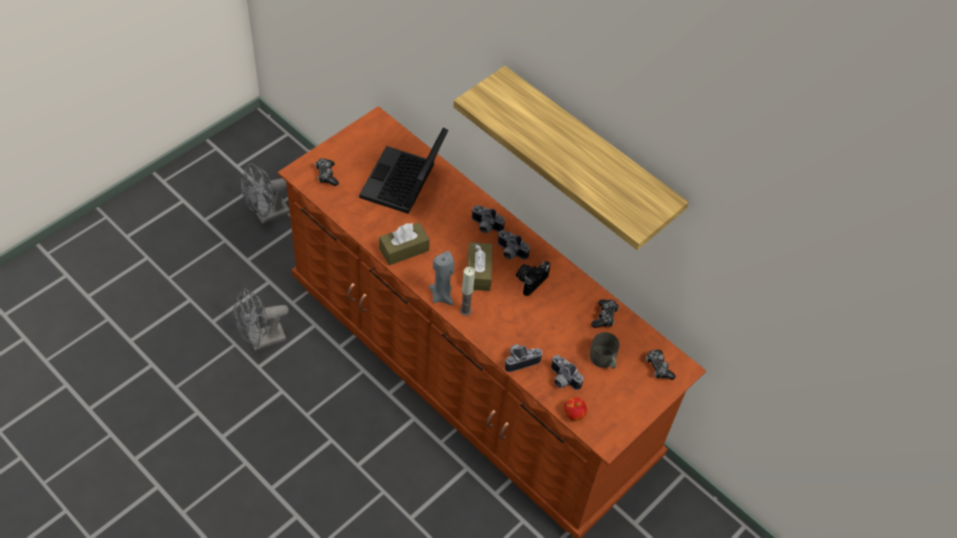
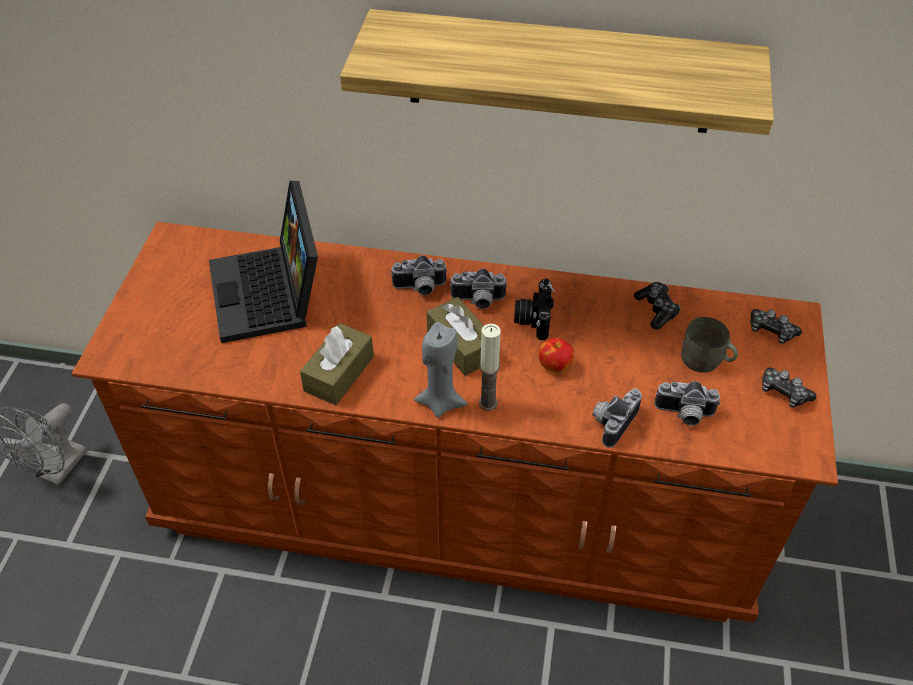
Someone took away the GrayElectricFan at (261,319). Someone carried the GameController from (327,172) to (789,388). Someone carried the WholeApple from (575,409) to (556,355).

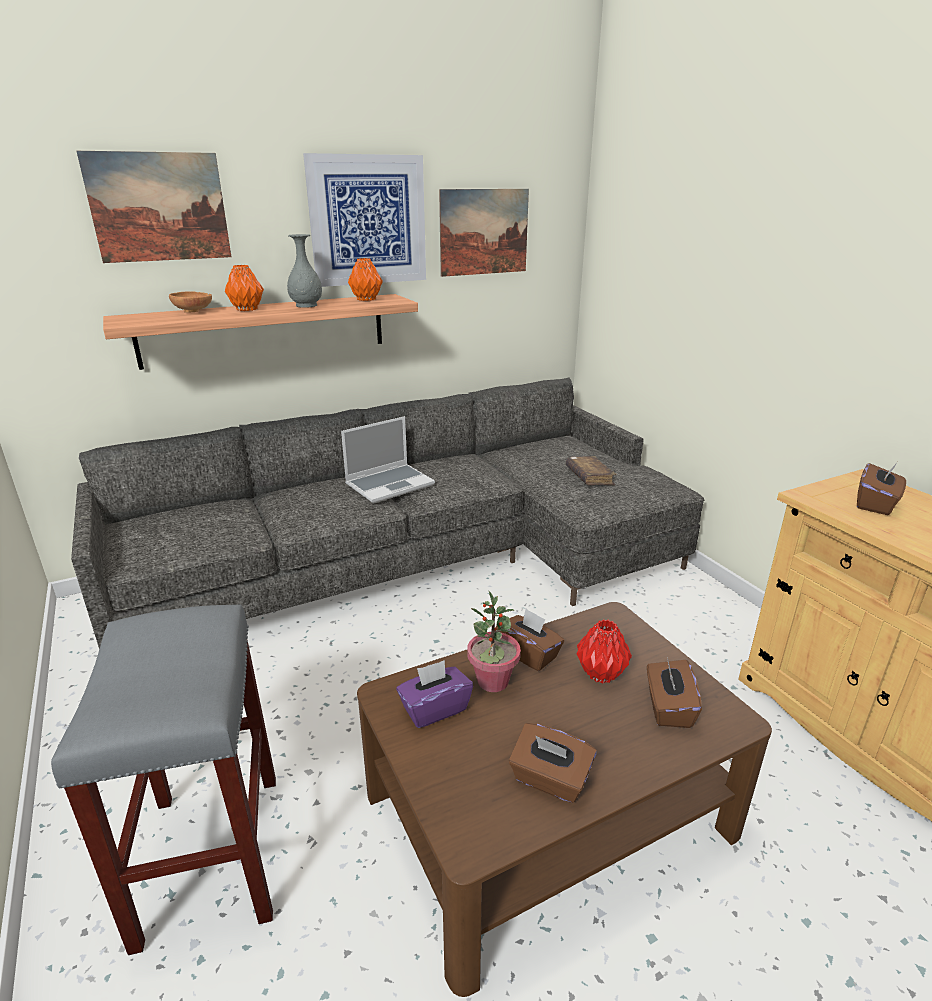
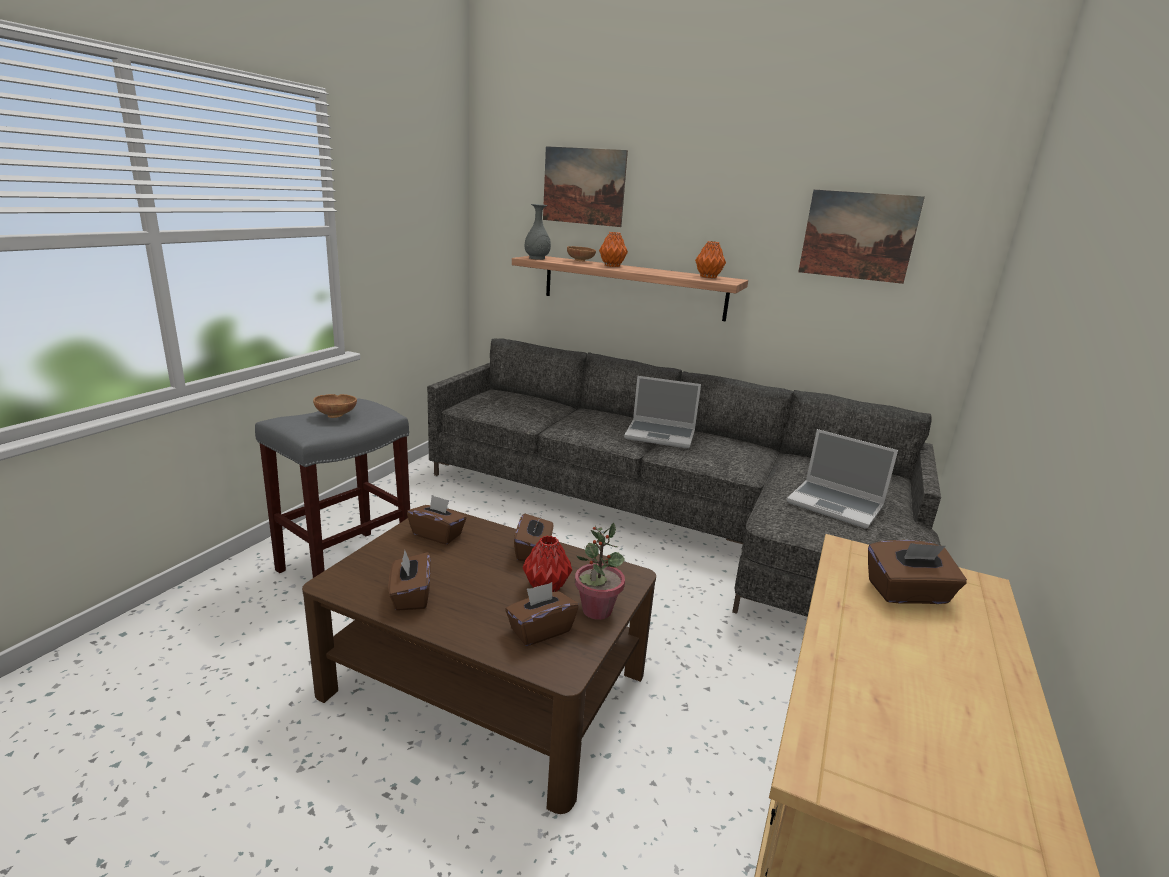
Someone took away the Picture at (364,220). Someone put down the BrownishBowl at (335,406). Someone carried the GrayDecorativeVase from (304,271) to (537,232). Someone carried the Houseplant from (494,641) to (600,571). Someone swapped the BrownishVolume at (591,470) for the Laptop at (842,478). Someone repainted the PurpleColouredTissueHolder at (434,694), which became the BrownishTissueHolder at (437,520).

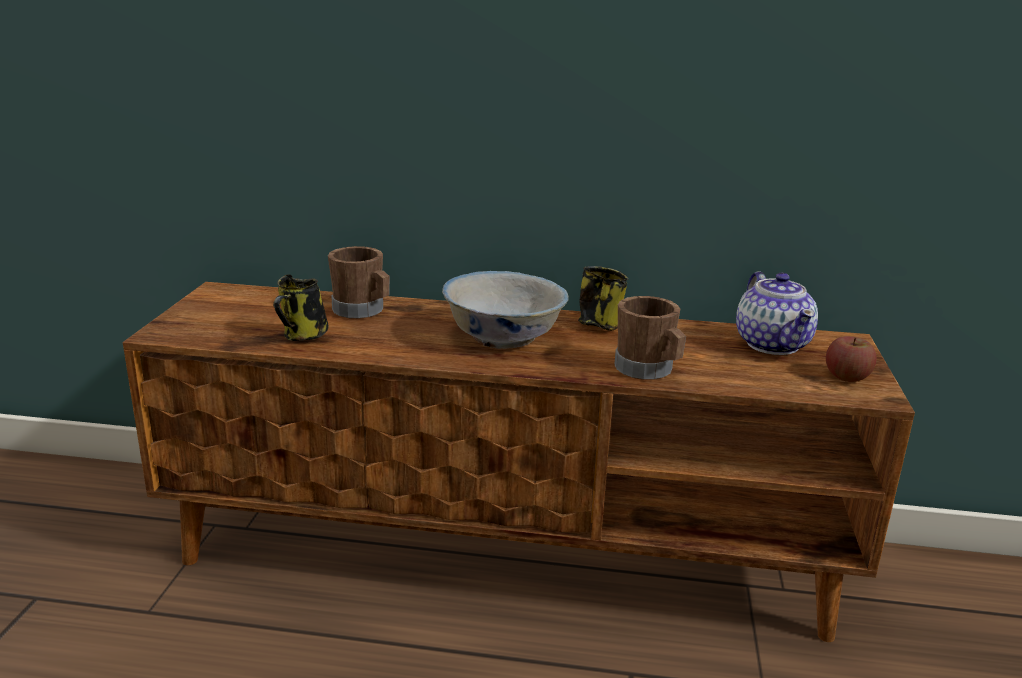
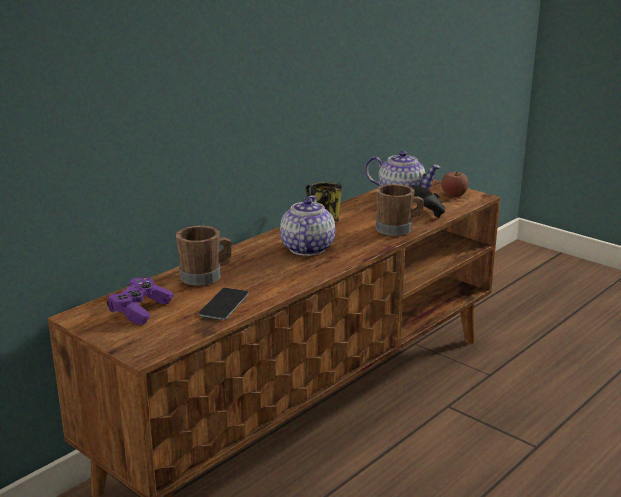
Someone put down the PurpleColouredGameController at (140,301). Someone put down the BlackishGameController at (428,201). Someone swapped the CoffeeMug at (301,307) for the Handset at (223,304). Someone swapped the WhitishBowl at (505,310) for the Teapot at (307,225).

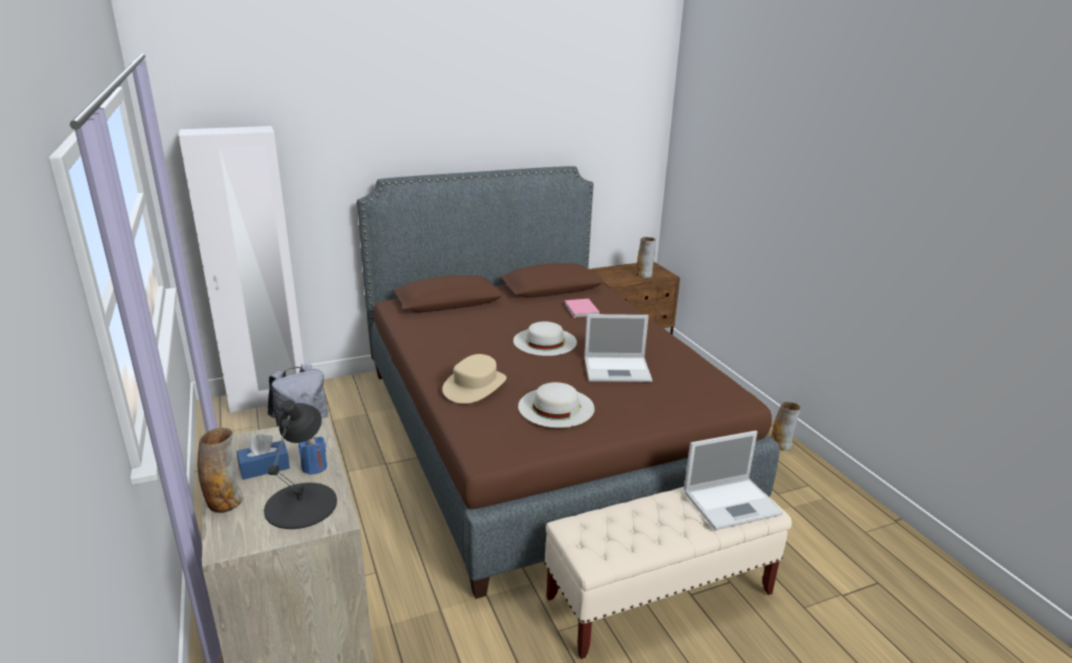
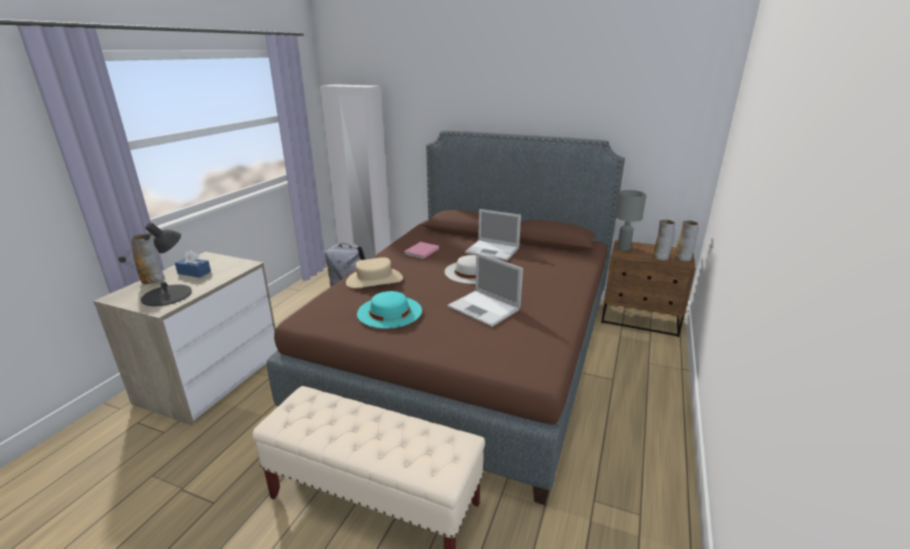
Someone took away the BlueWaxCandle at (313,456). Someone put down the GrayTableLamp at (631,220). Someone carried the PinkColouredVolume from (582,308) to (421,250). Someone carried the Laptop from (733,480) to (493,235). Someone carried the DecorativeVase from (785,426) to (686,240). Someone repainted the WhitishHat at (556,405), which became the TurquoiseColouredHat at (389,310).

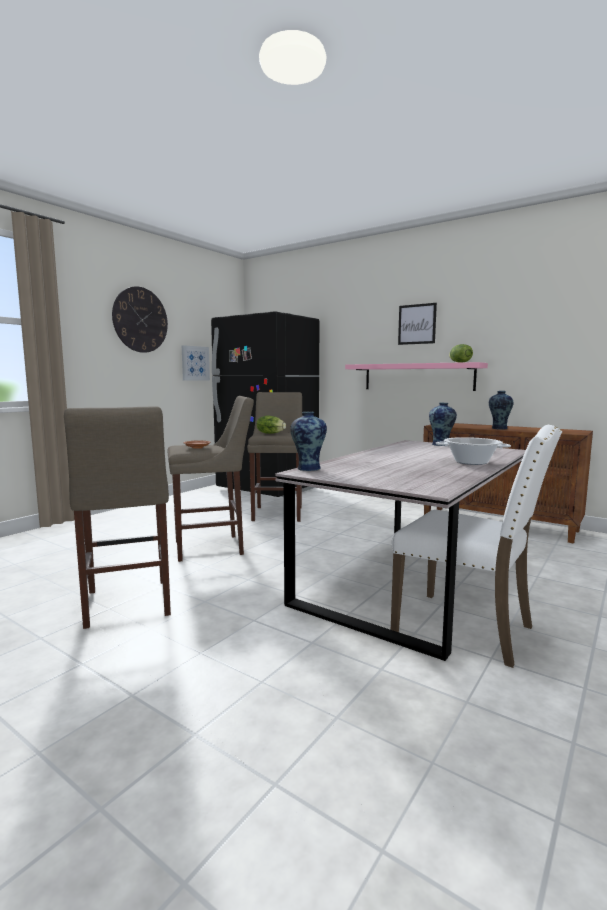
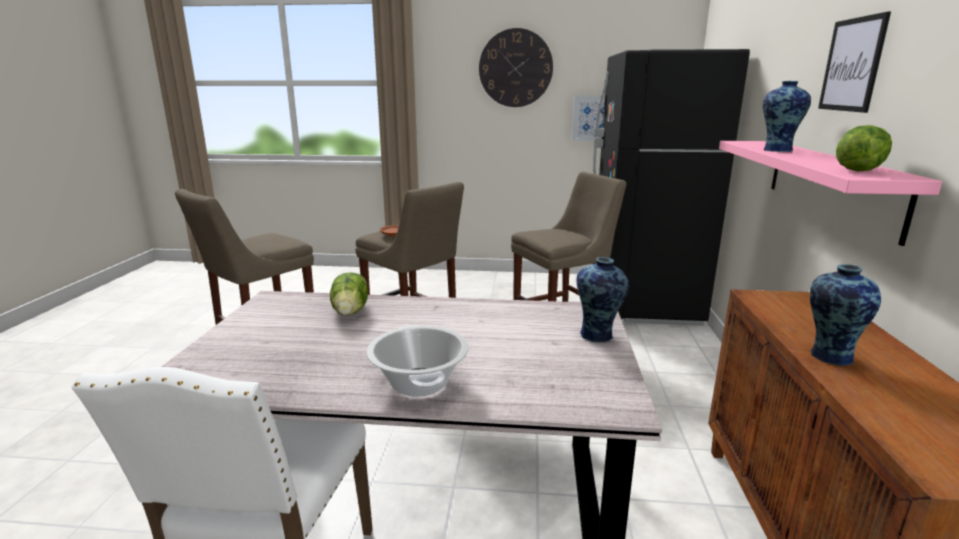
Someone carried the HeadOfLettuce from (271,425) to (349,294). Someone carried the DecorativeVase from (308,441) to (787,116).

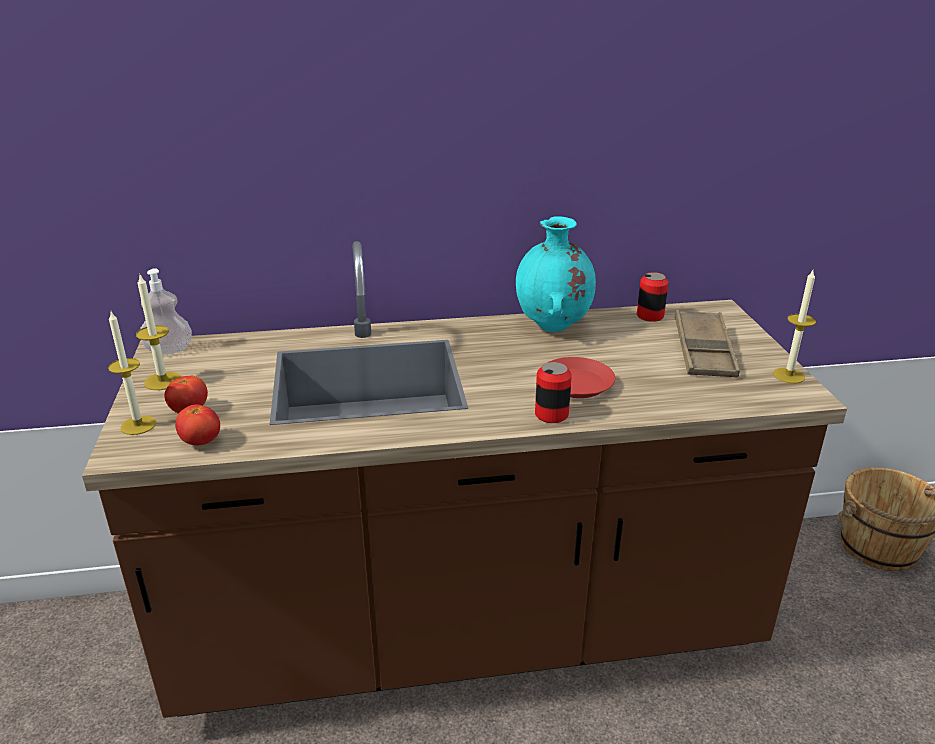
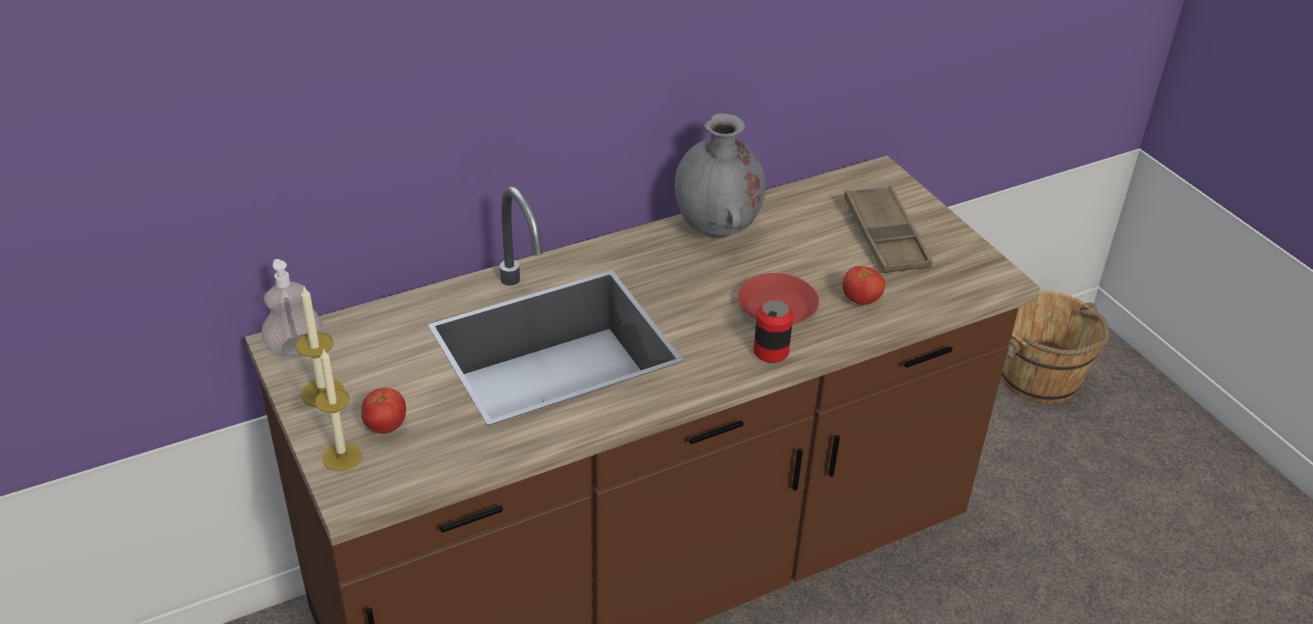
Someone took away the SealedCan at (653,297). Someone took away the WaxCandle at (794,327). Someone carried the FreshTomato from (197,425) to (864,285). Someone repainted the TurquoiseColouredDecorativeVase at (556,274), which became the GrayDecorativeVase at (720,176).

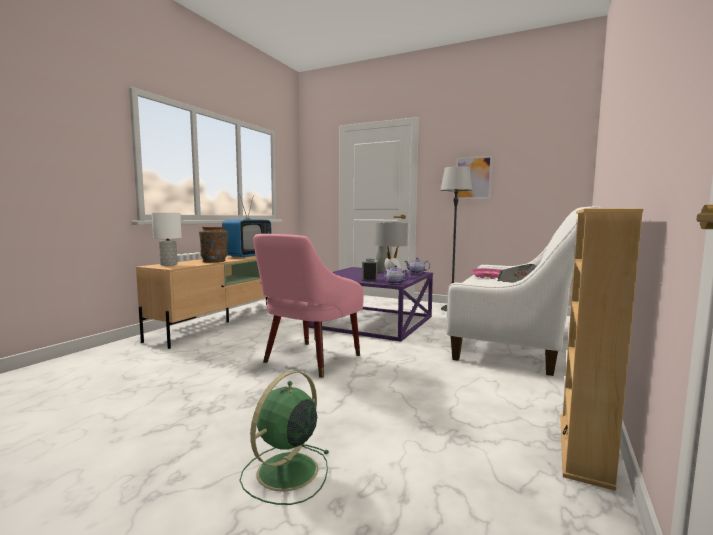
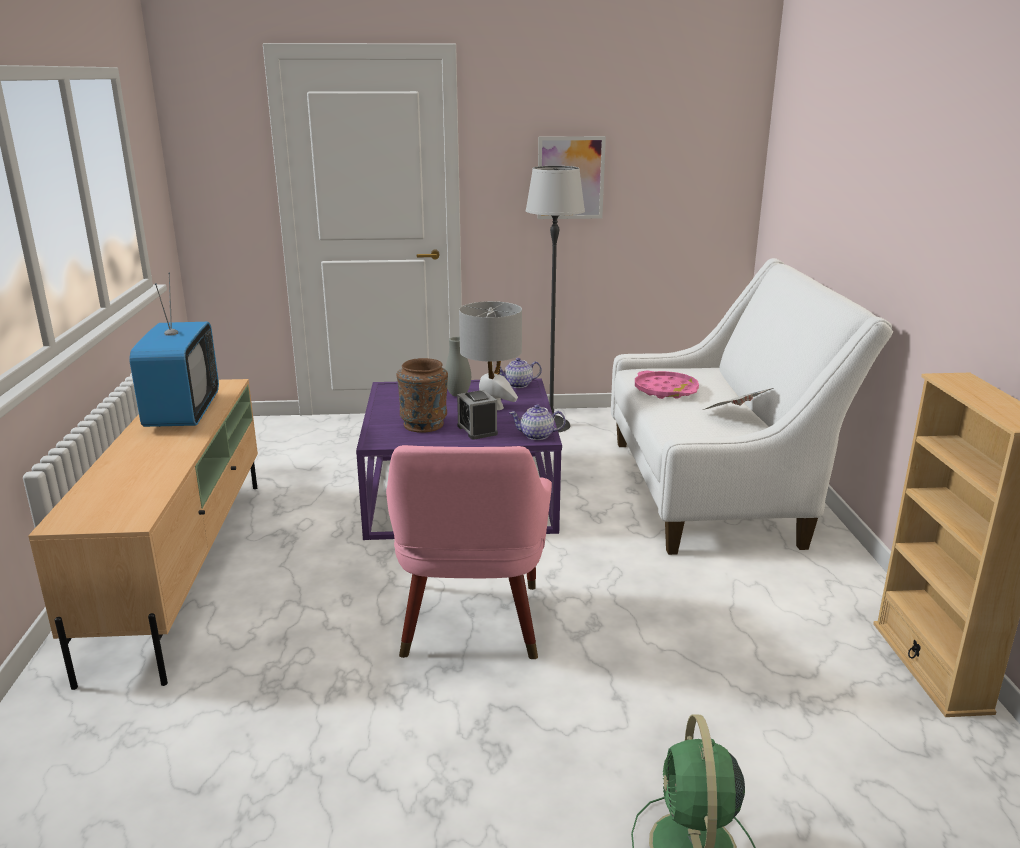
Someone took away the WhitishTableLamp at (167,239). Someone carried the BrownishDecorativeVase from (213,244) to (422,395).

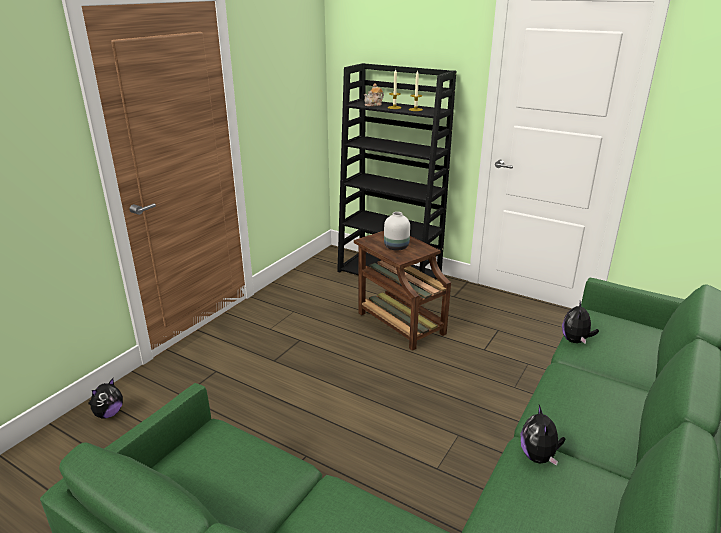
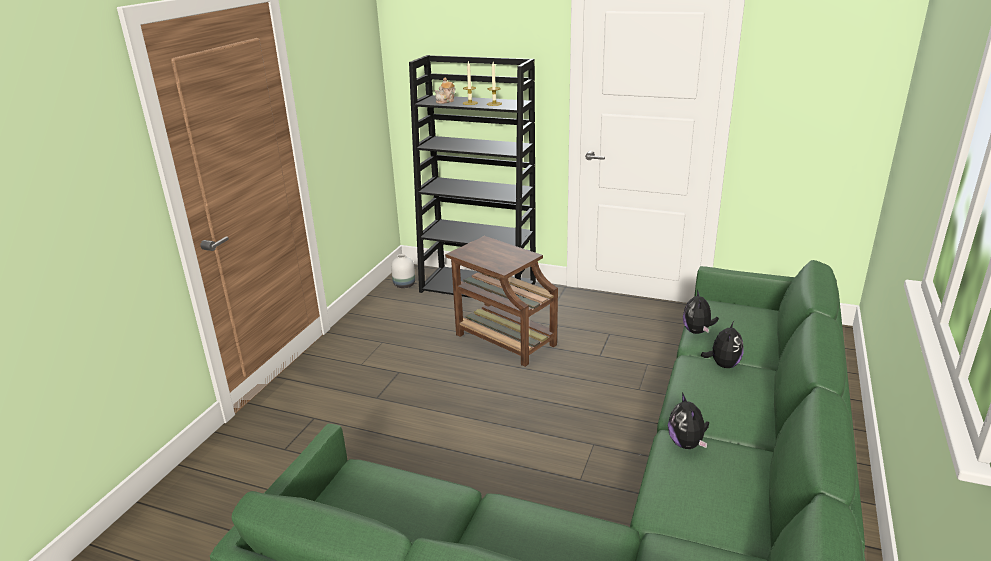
Someone carried the SoftToy from (105,398) to (722,344). Someone carried the WhitishDecorativeVase from (397,231) to (403,271).

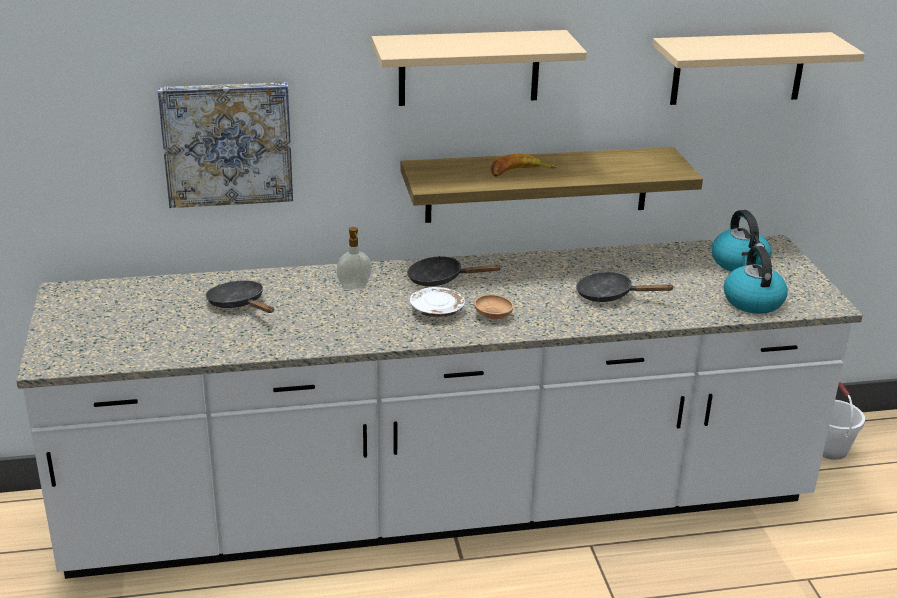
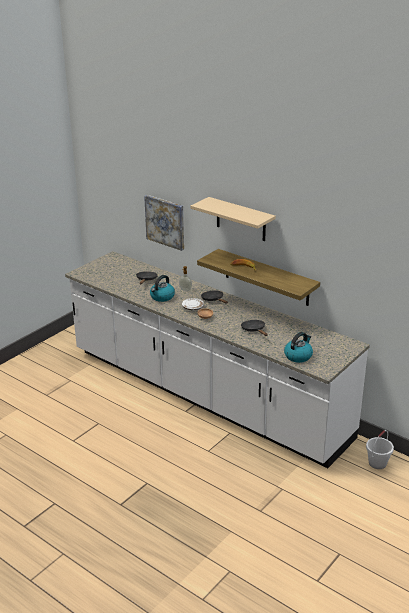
Someone took away the BeigeShelf at (758,68). Someone carried the WaterKettle from (741,241) to (162,288).

